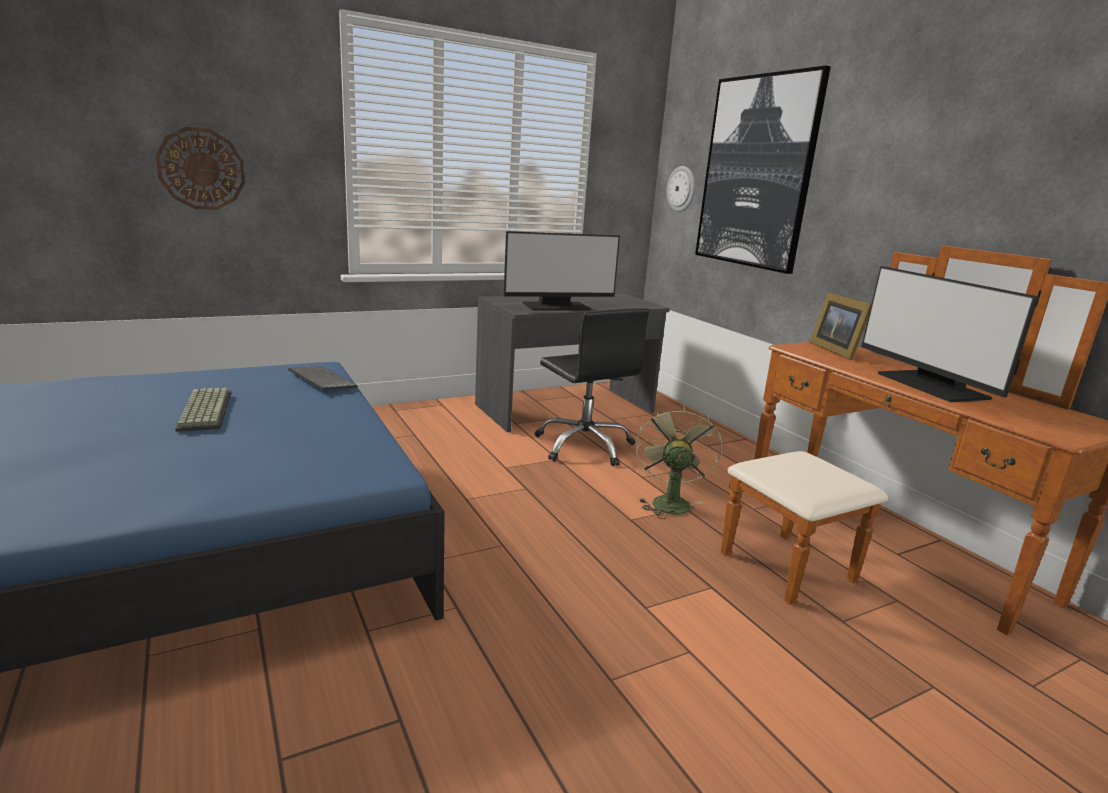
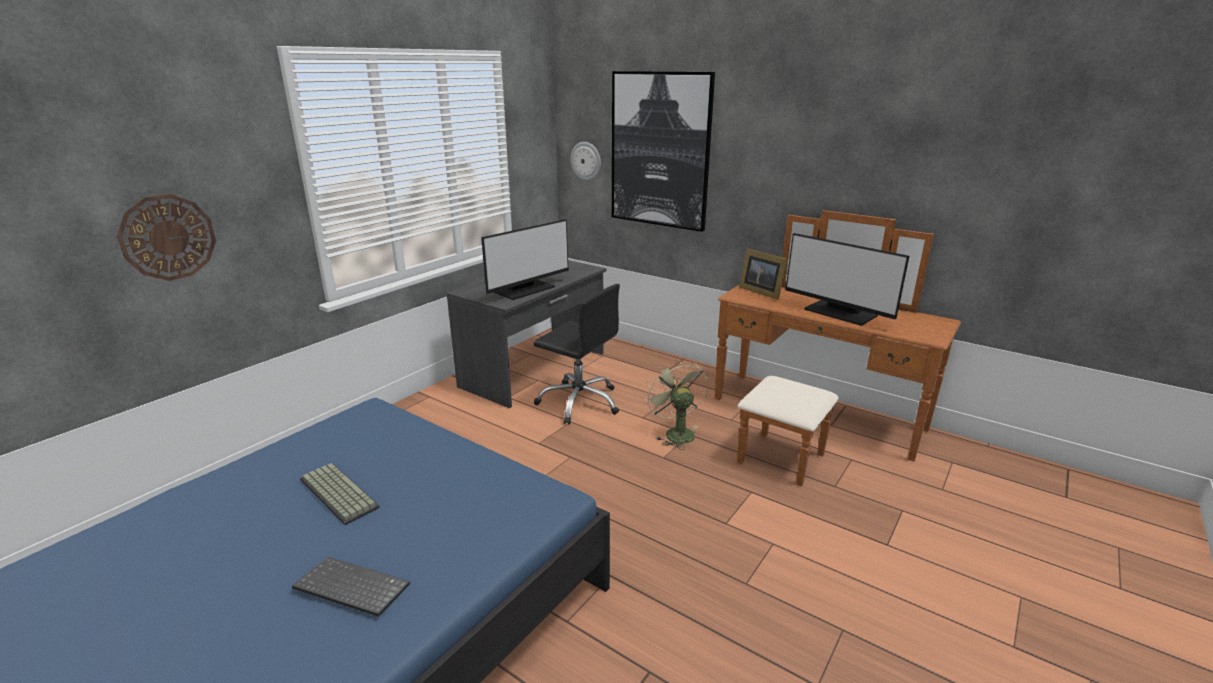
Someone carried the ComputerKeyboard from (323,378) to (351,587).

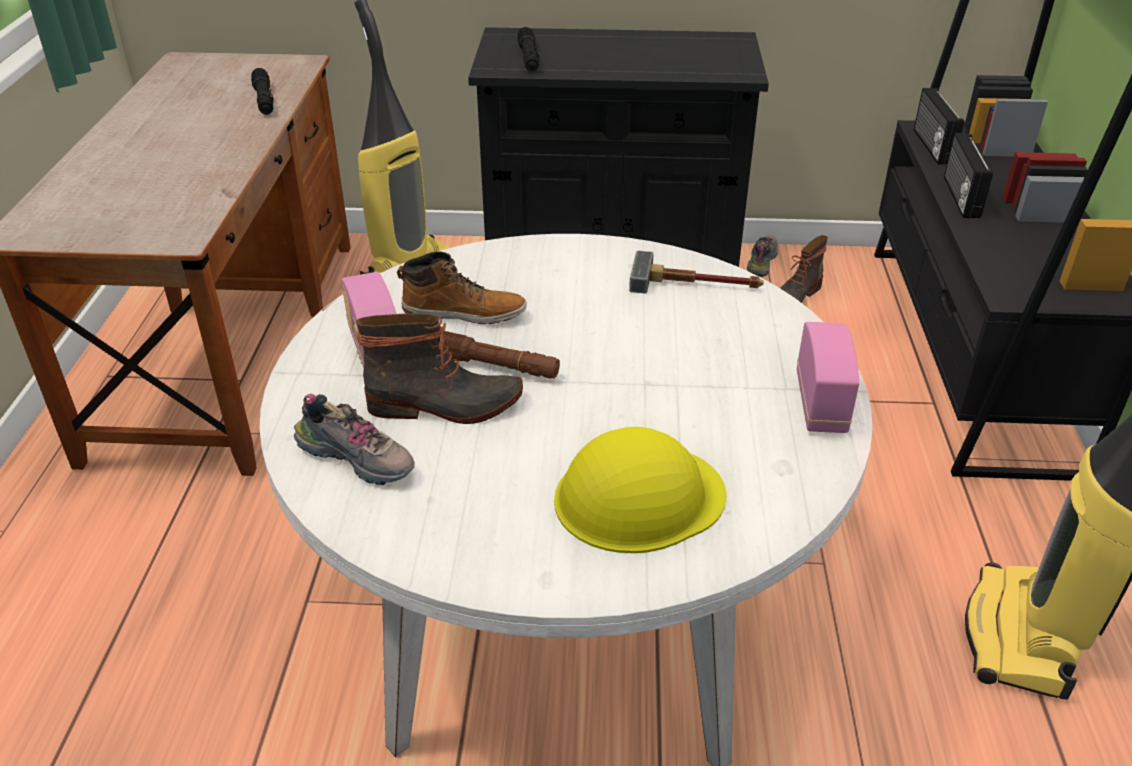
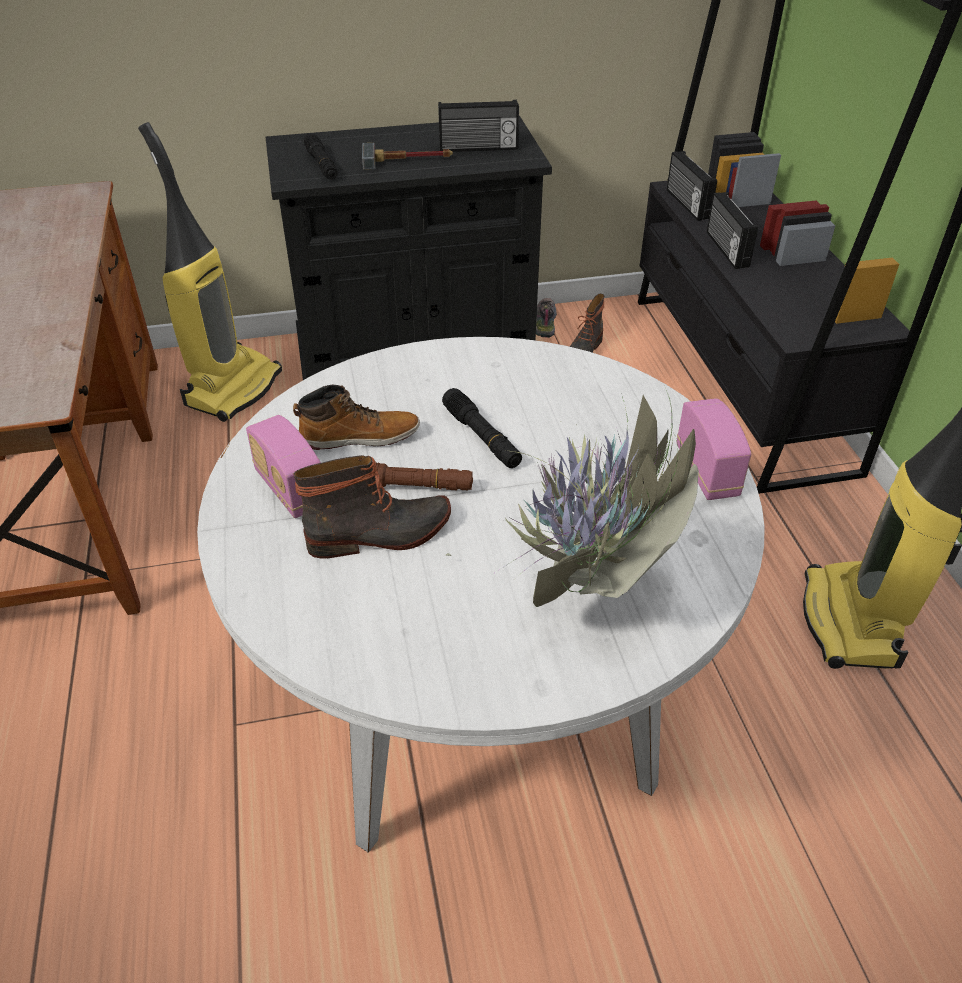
Someone took away the Shoe at (354,439). Someone put down the RadioReceiver at (478,126). Someone carried the BlackishTorch from (262,91) to (482,428). Someone carried the ToolHammer from (696,272) to (407,156). Someone swapped the YellowWorkHelmet at (640,490) for the Houseplant at (572,498).

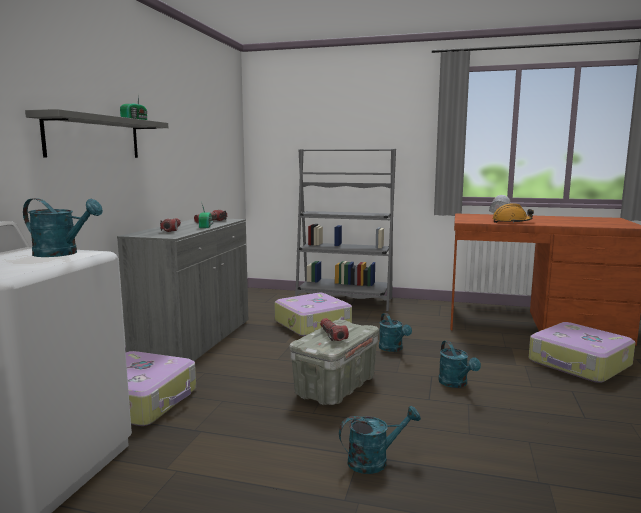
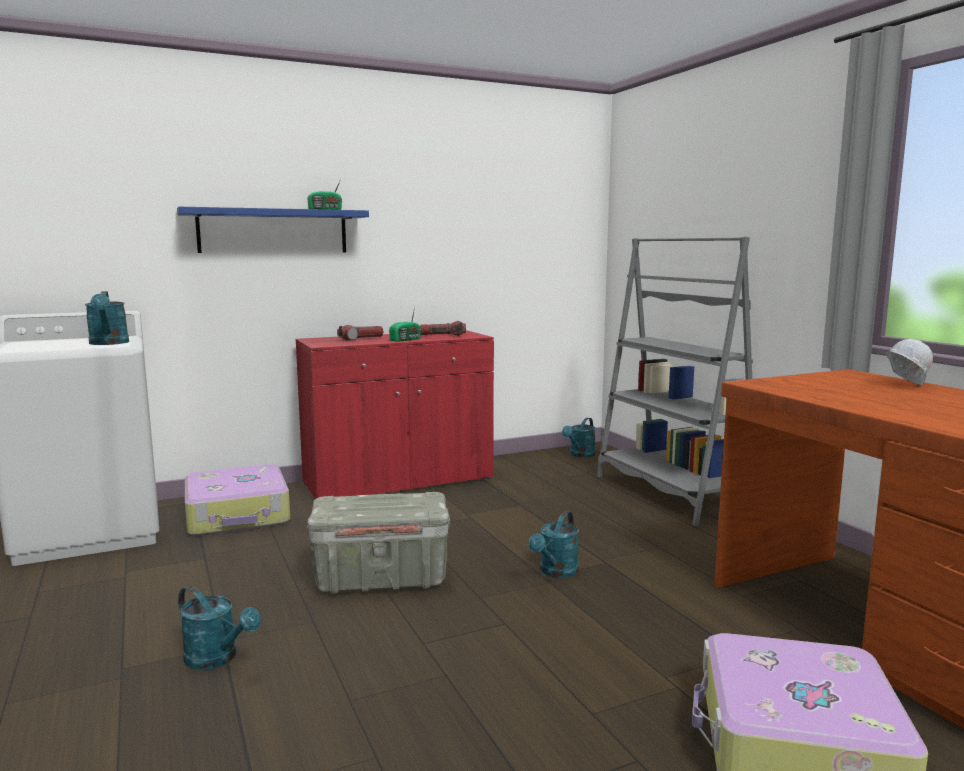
Someone took away the Suitcase at (313,314). Someone took away the Torch at (334,329). Someone took away the OrangeWorkHelmet at (513,213). Someone carried the TurquoiseColouredWateringPot from (459,364) to (578,438). Someone repainted the GrayShelf at (96,133), which became the BlueShelf at (273,229). Someone repainted the GrayStorageCabinet at (182,290), which became the RedStorageCabinet at (395,414).

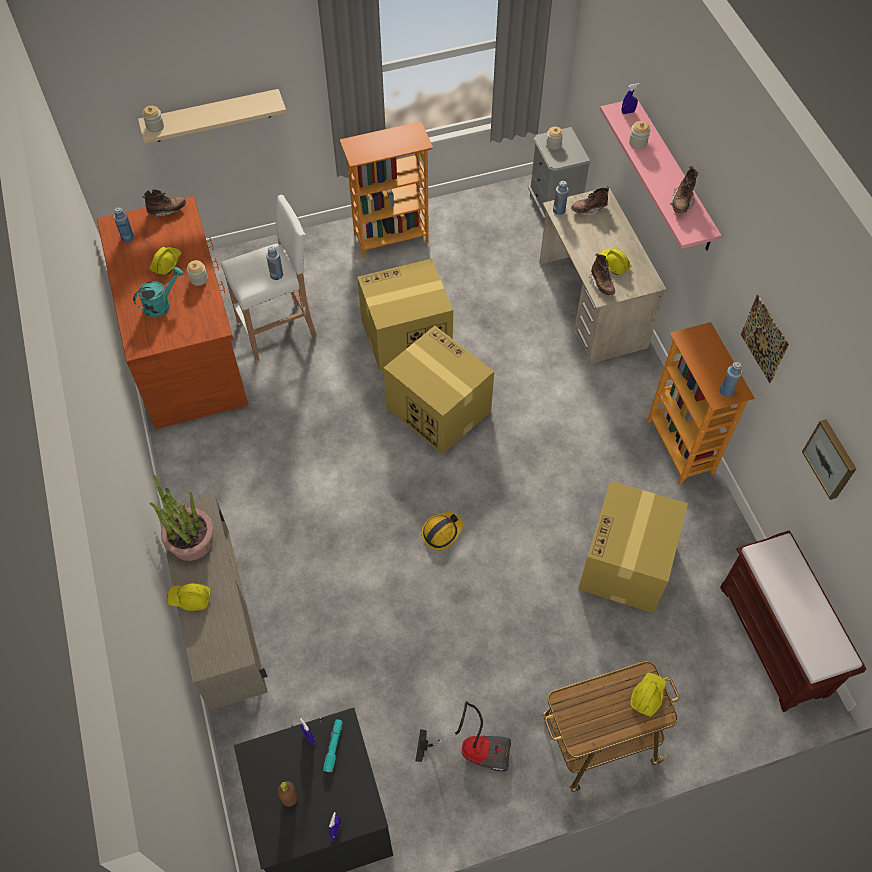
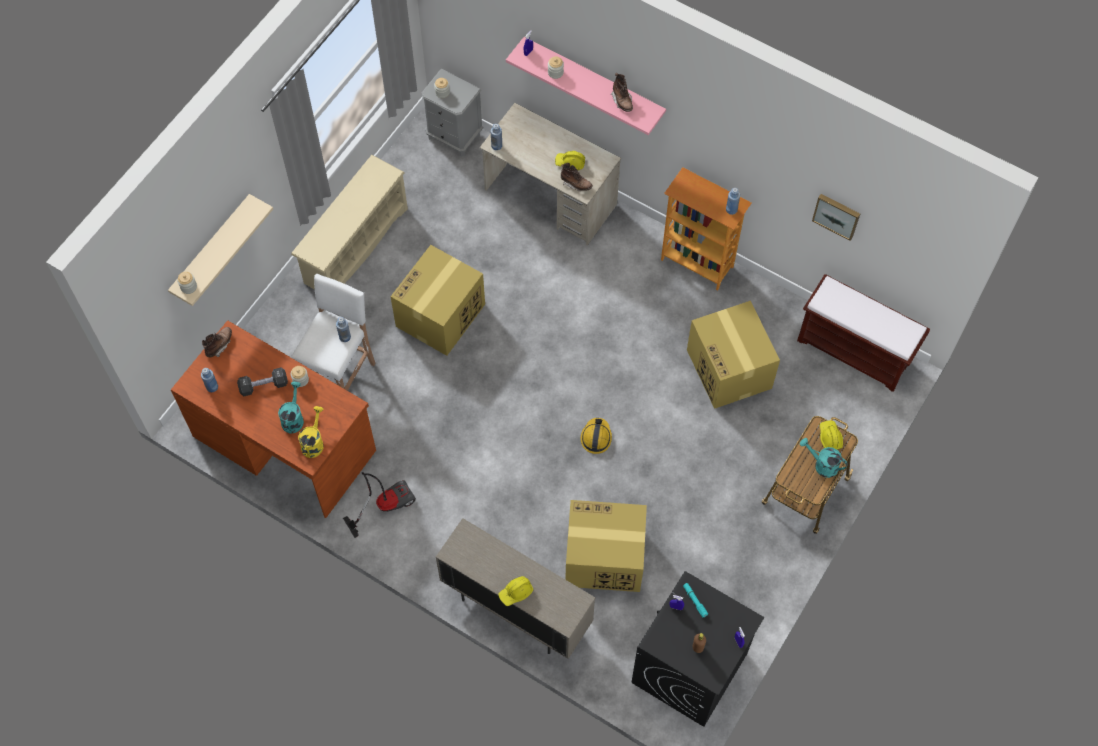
Someone took away the Houseplant at (181,518). Someone took away the BrownishHighTopBoot at (590,201). Someone took away the Picture at (765,339). Someone put down the YellowWateringPot at (311,432). Someone put down the TurquoiseColouredWateringPot at (824,458). Someone carried the PackingBox from (439,390) to (606,546). Someone carried the Hoover from (463,736) to (379,505). Someone swapped the YellowWorkHelmet at (166,261) for the BlackishDumbbell at (262,381). Someone swapped the ShelvingUnit at (386,189) for the BeigeShoeRack at (349,222).

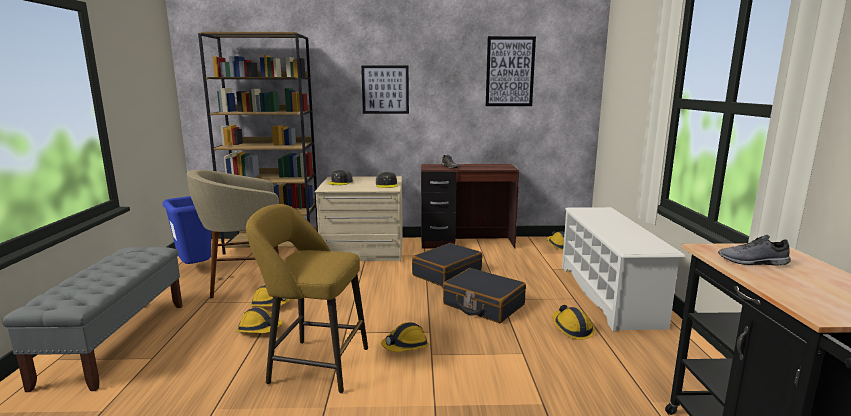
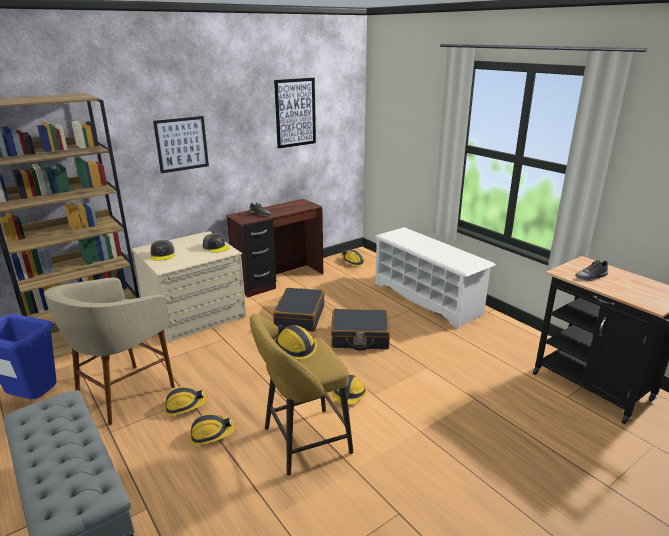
Someone carried the WorkHelmet from (573,322) to (295,342).

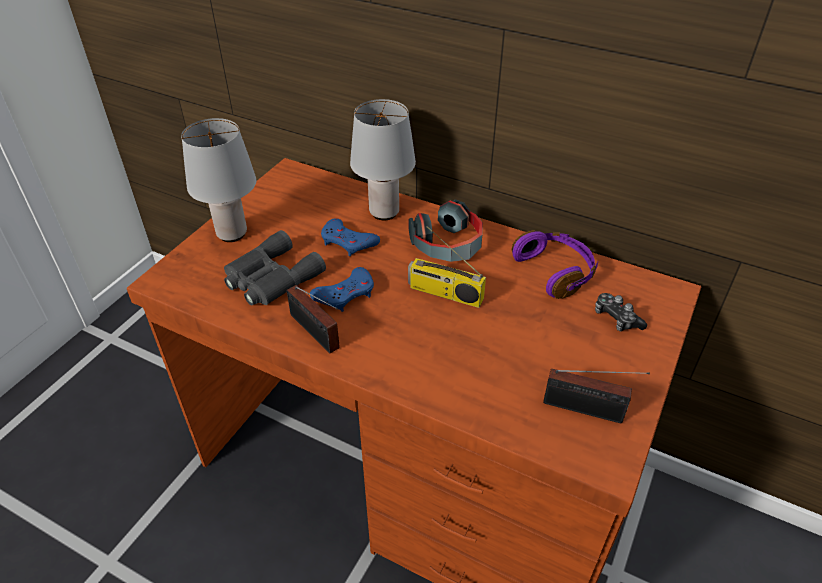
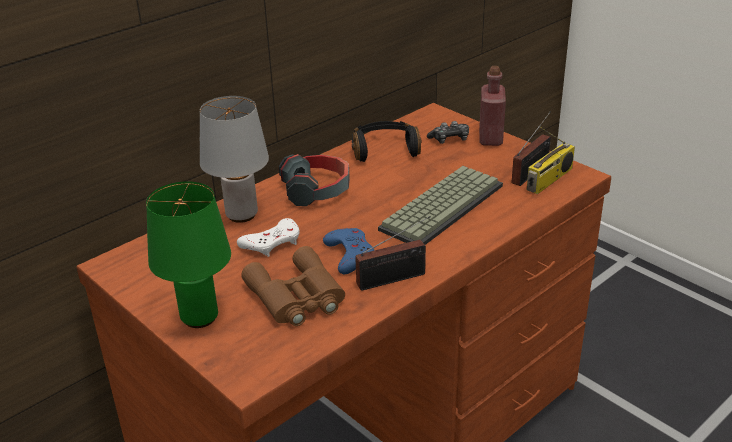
Someone put down the ComputerKeyboard at (440,205). Someone put down the RedBeverageBottle at (492,106). Someone carried the RadioReceiver from (447,267) to (551,160). Someone repainted the GrayTableLamp at (218,180), which became the GreenishTableLamp at (188,254). Someone repainted the GrayPairOfBinoculars at (275,267), which became the BrownishPairOfBinoculars at (293,286). Someone repainted the BlueGameController at (350,237), which became the WhitishGameController at (268,237). Someone repainted the PurpleColouredHeadphones at (555,264), which became the BlackishHeadphones at (386,141).

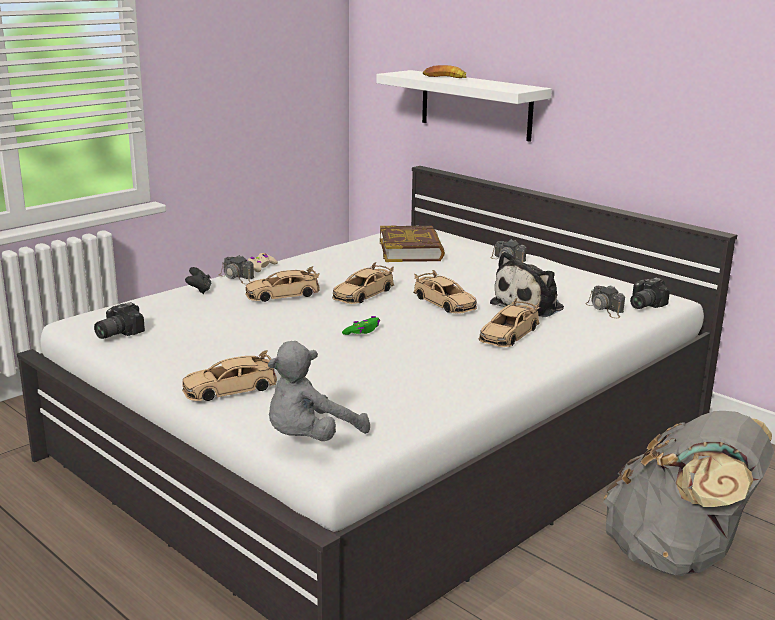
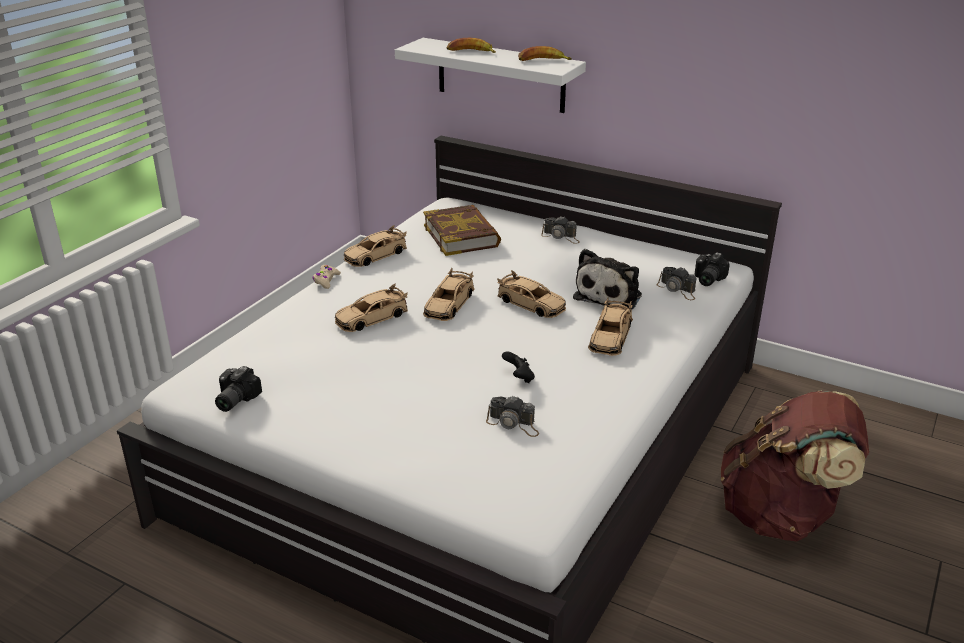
Someone took away the GraySoftToy at (319,391). Someone took away the GreenishGameController at (361,325). Someone put down the WholeBanana at (545,53). Someone carried the BeigeToyCar from (229,375) to (375,246). Someone carried the BlackishGameController from (198,280) to (518,367). Someone carried the PhotoCamera from (236,269) to (512,416). Someone repainted the GrayKnapsack at (688,493), which became the BrownishKnapsack at (795,466).

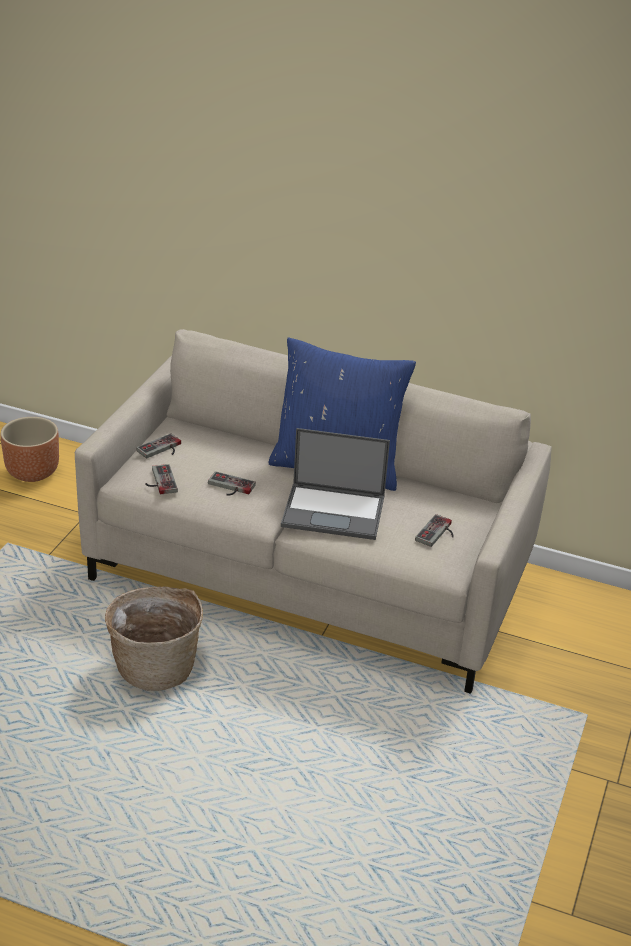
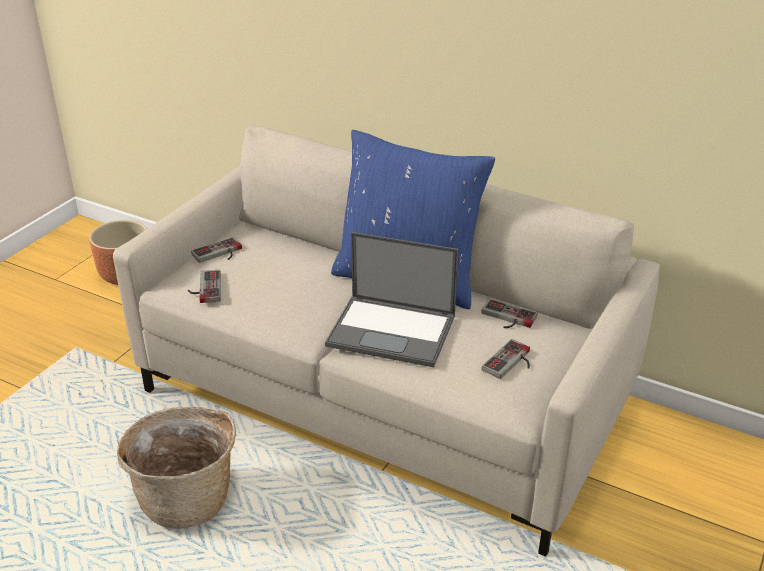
Someone carried the GameController from (232,483) to (509,313).

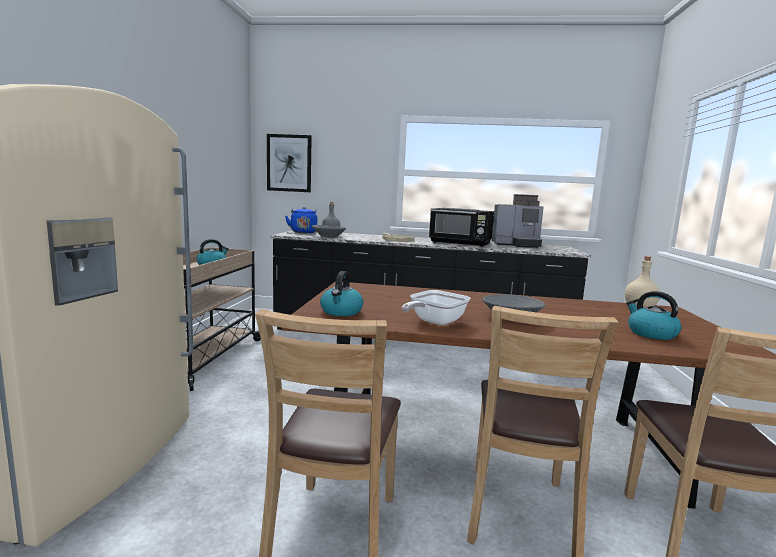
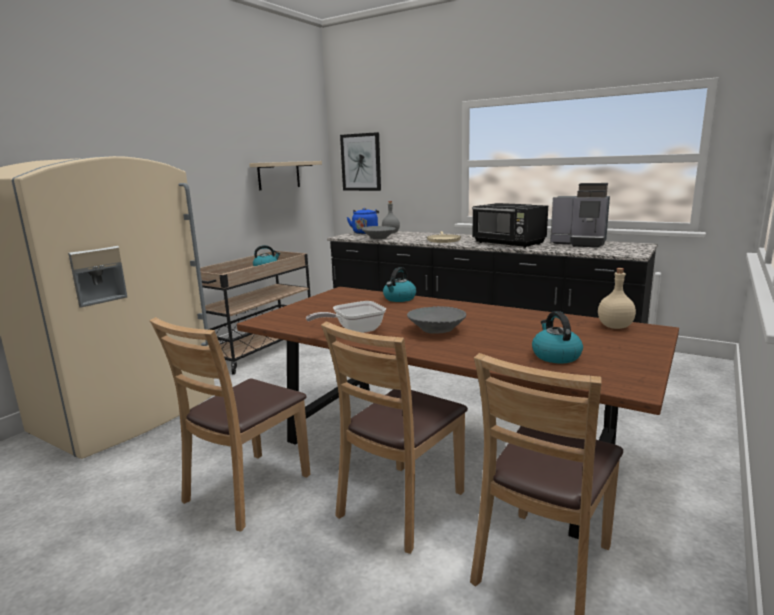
Someone put up the BeigeShelf at (285,175). Someone carried the WaterKettle from (341,293) to (399,284).

